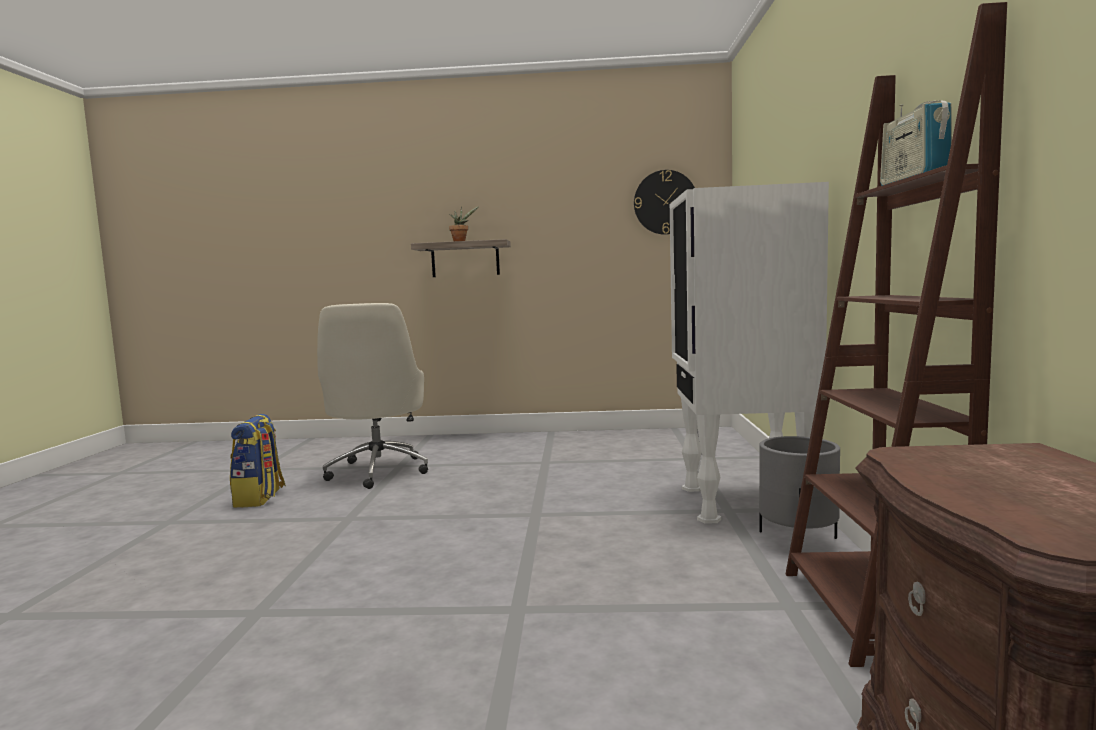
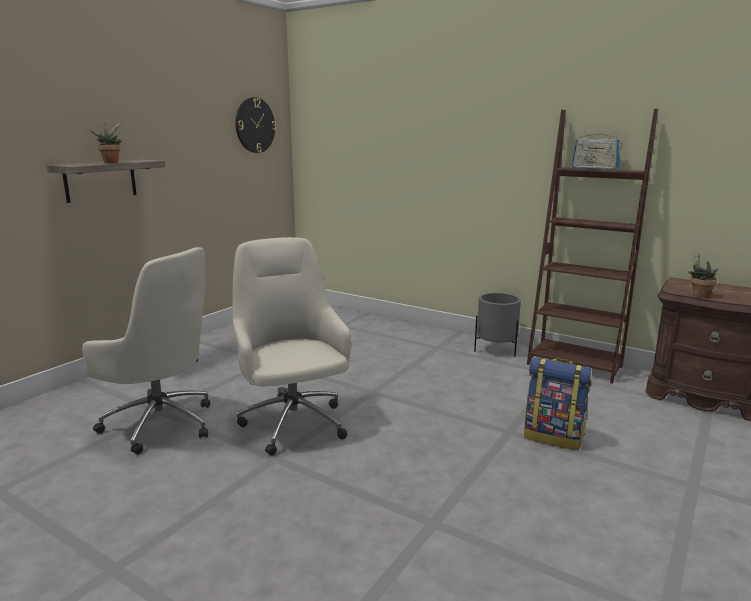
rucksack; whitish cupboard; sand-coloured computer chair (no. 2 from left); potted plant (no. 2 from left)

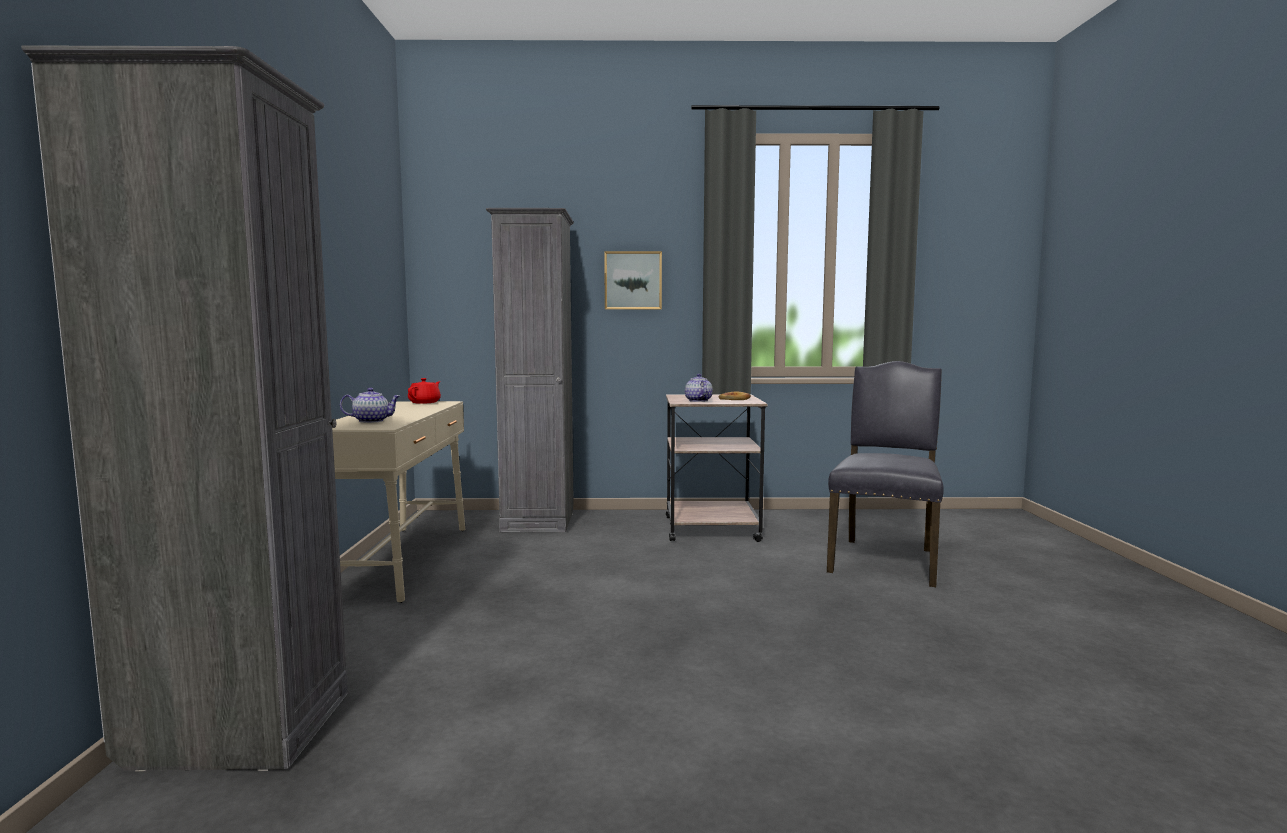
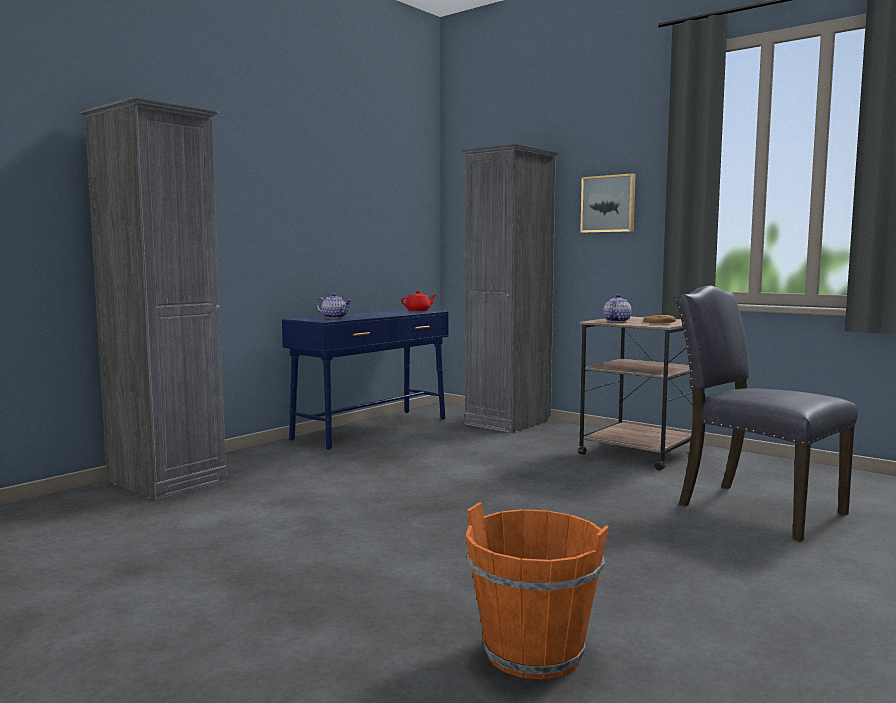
blue console table; greyish plain chair; orange water bucket

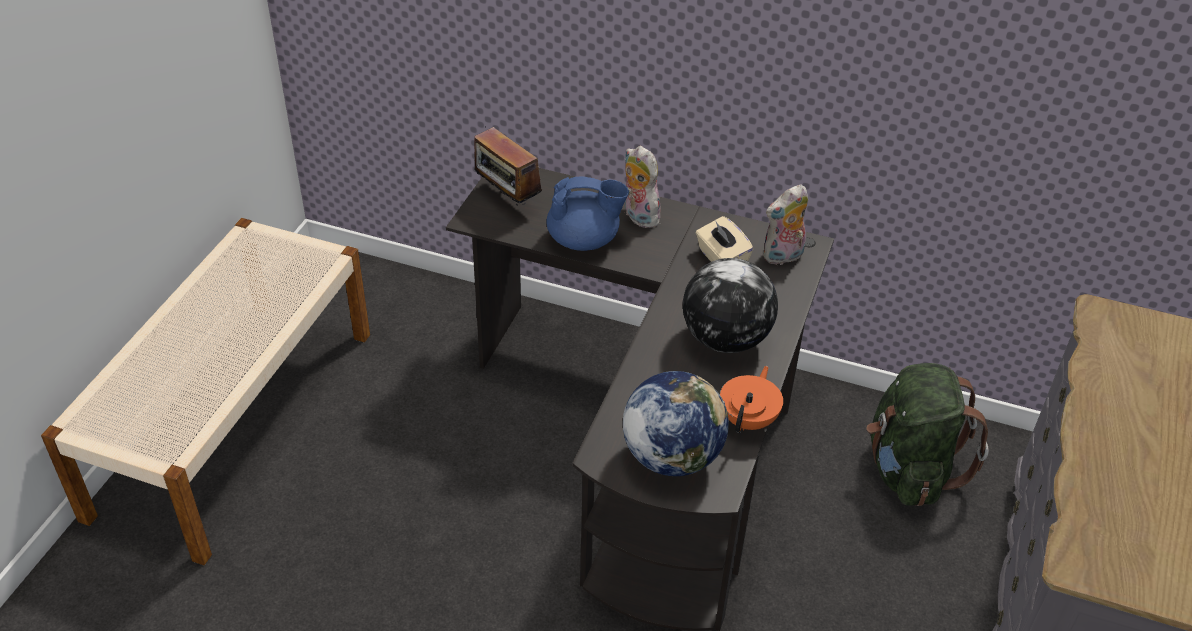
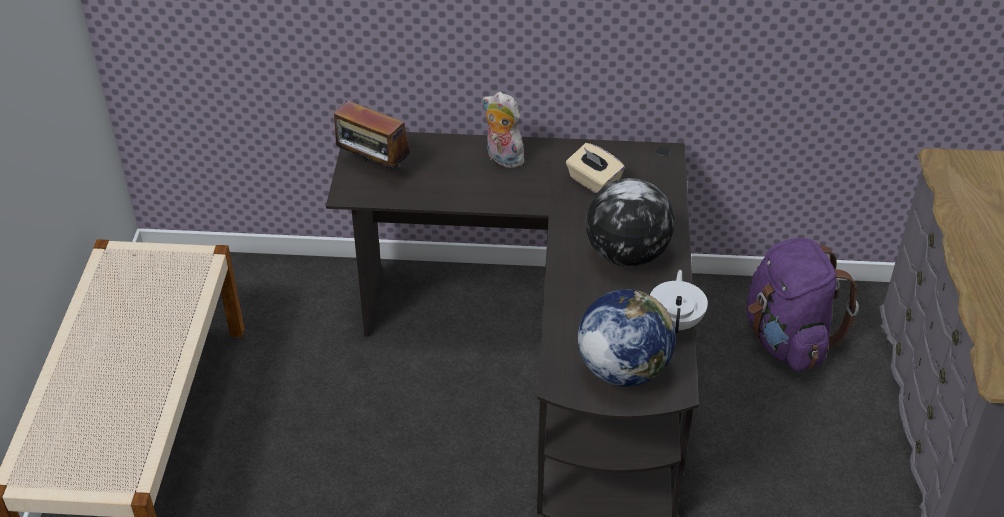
blue pot for tea; whitish pot for tea; soft toy (no. 2 from left in the first image); purplish rucksack

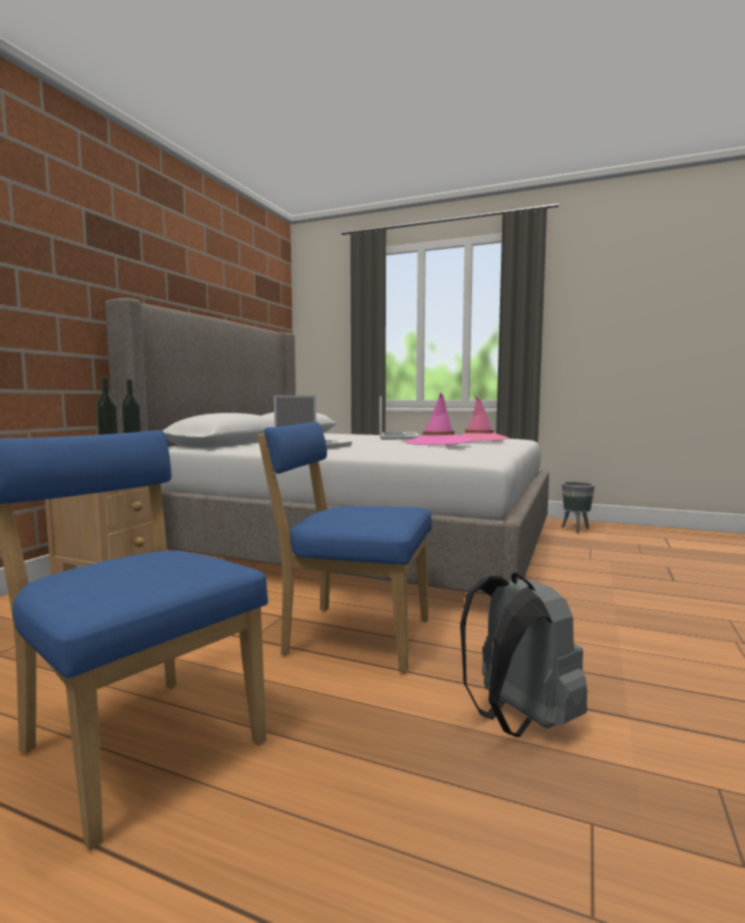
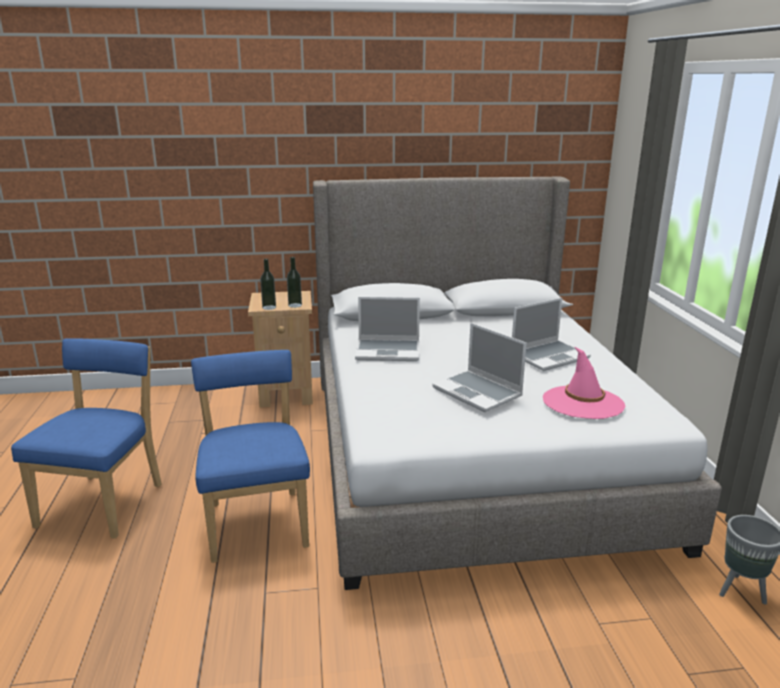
portable computer (no. 2 from left); greyish rucksack

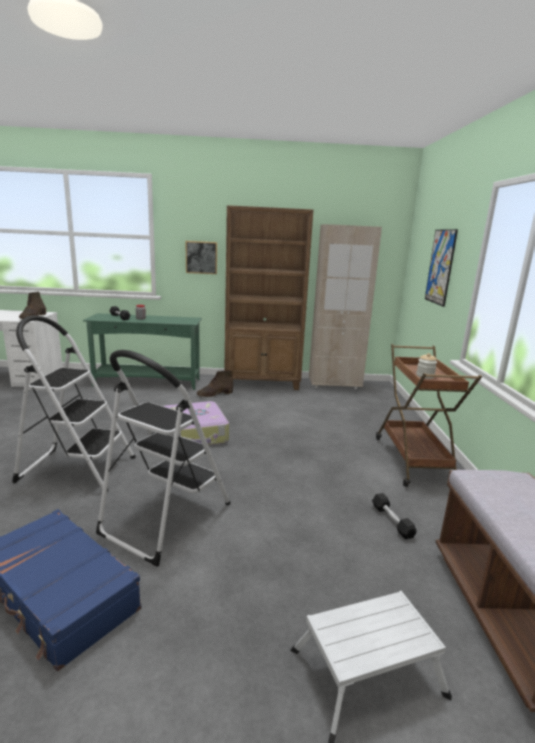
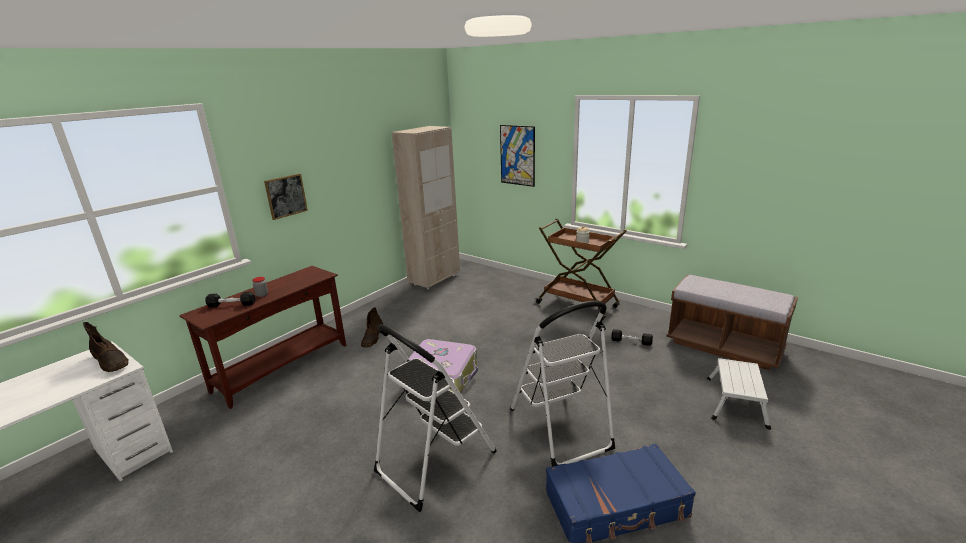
brown-coloured console table; brown-coloured bookcase

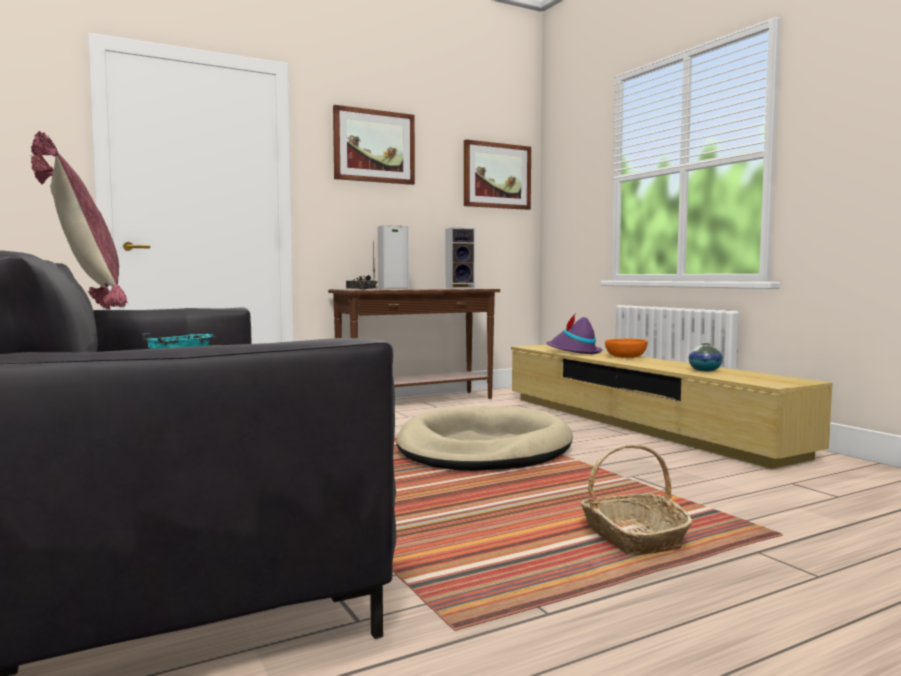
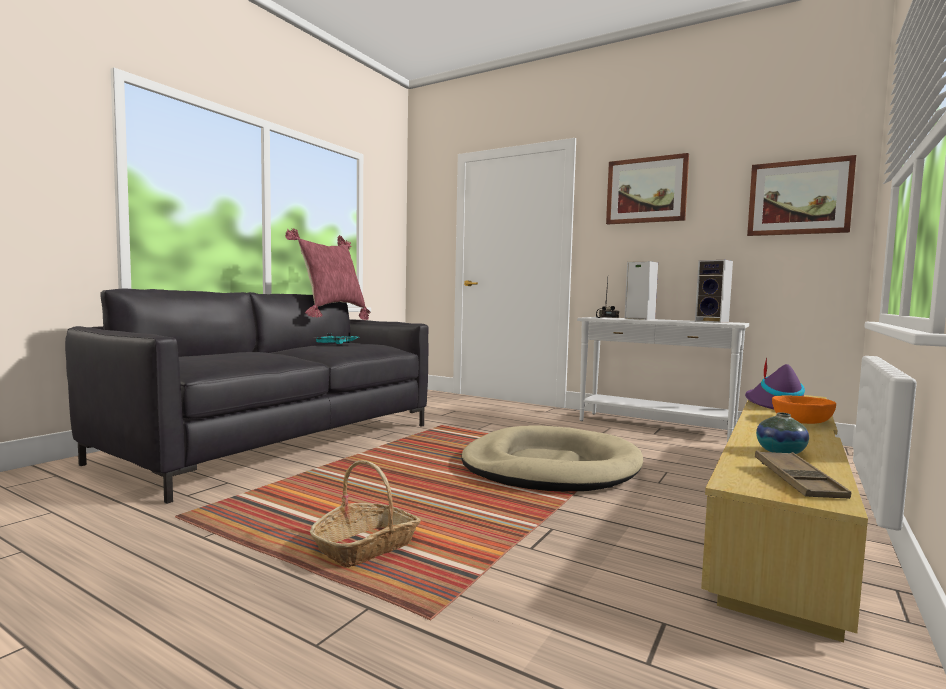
whitish console table; brown-coloured tray

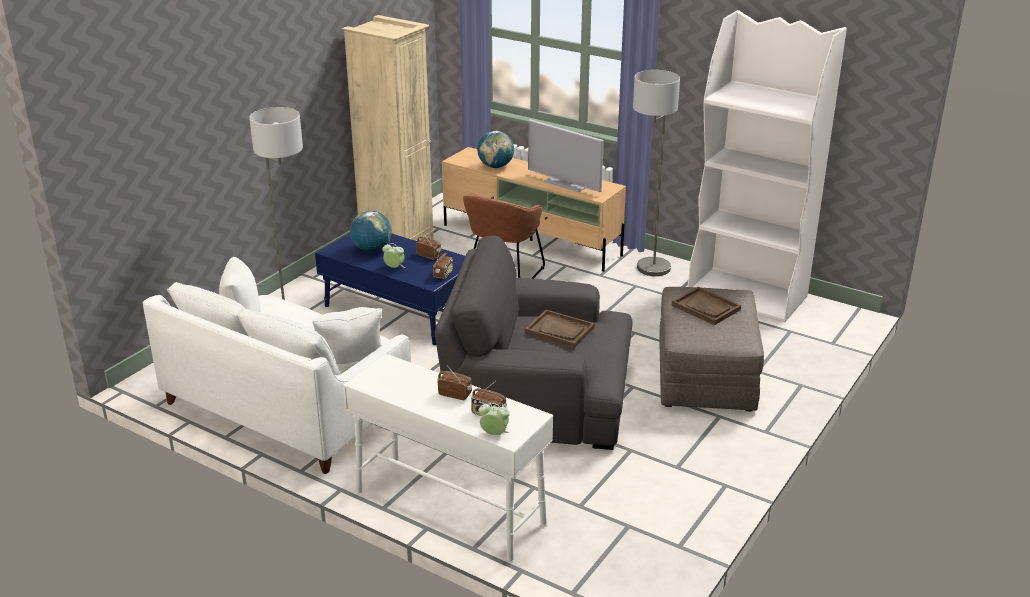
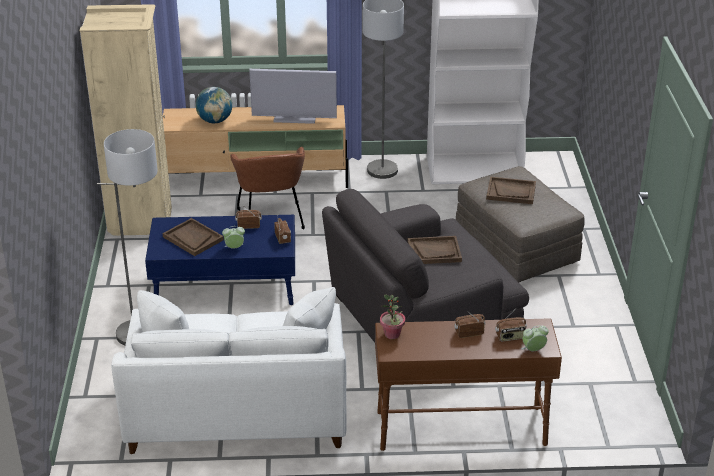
brown-coloured console table; brown-coloured tray (no. 1 from left); potted plant

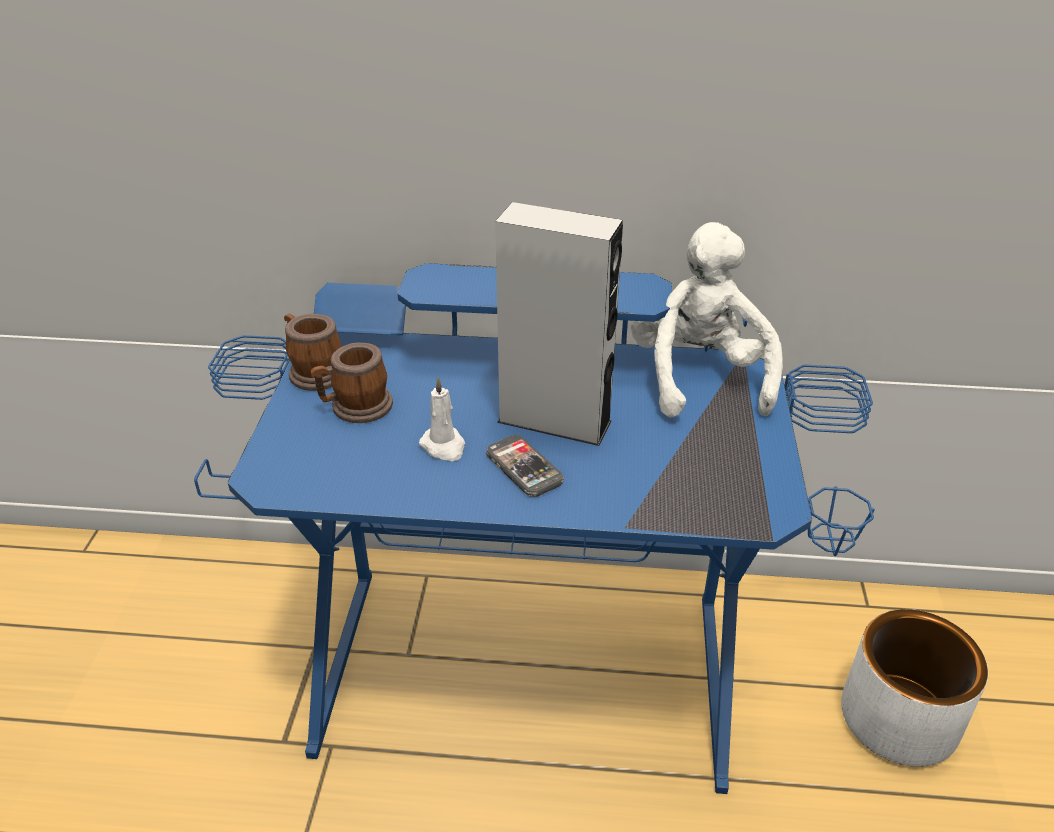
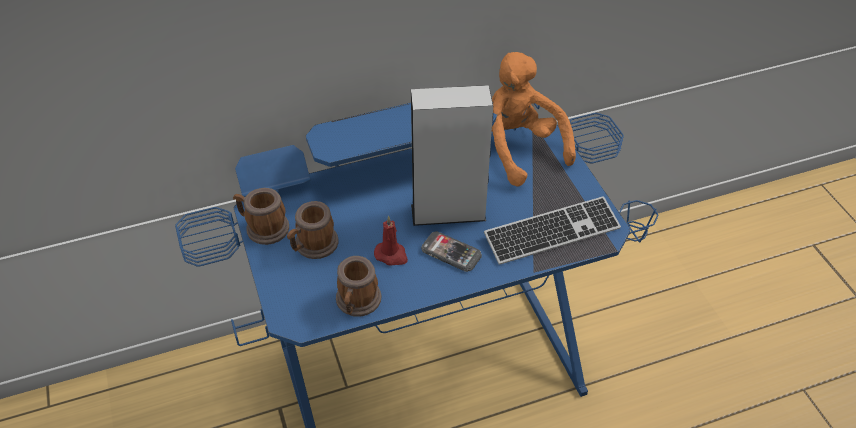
red wax light; orange soft toy; whitish flower pot; mug (no. 3 from left); PC keyboard

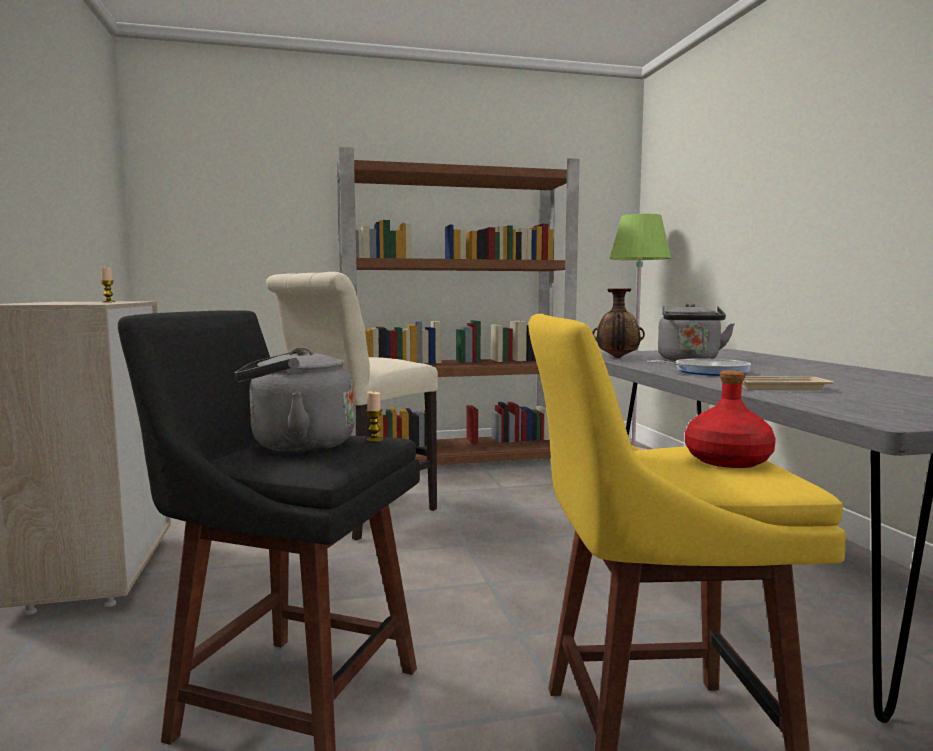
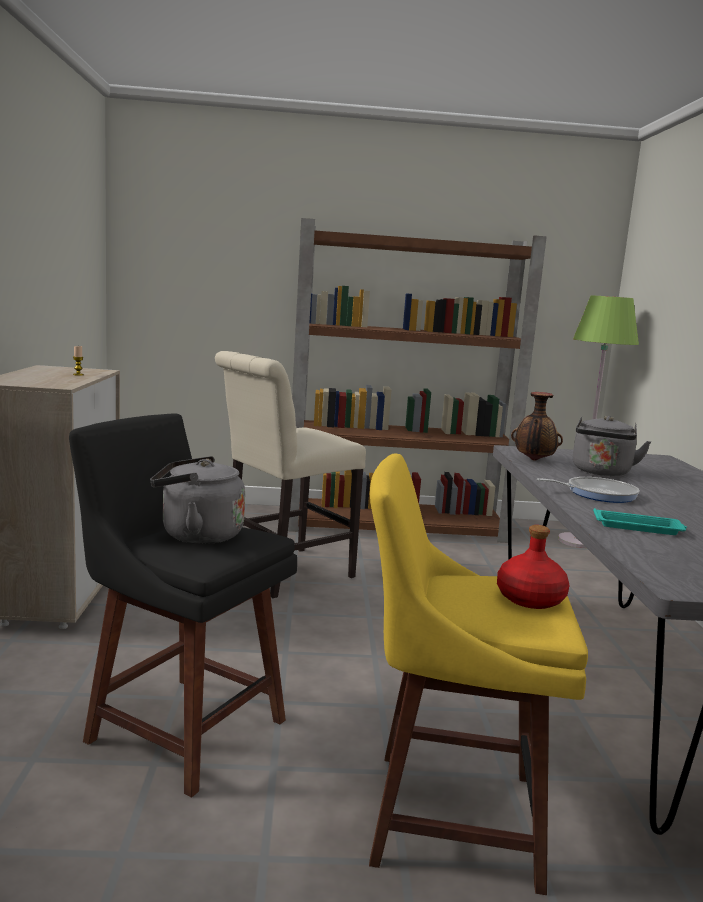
wax light (no. 2 from left in the first image); turquoise tray

